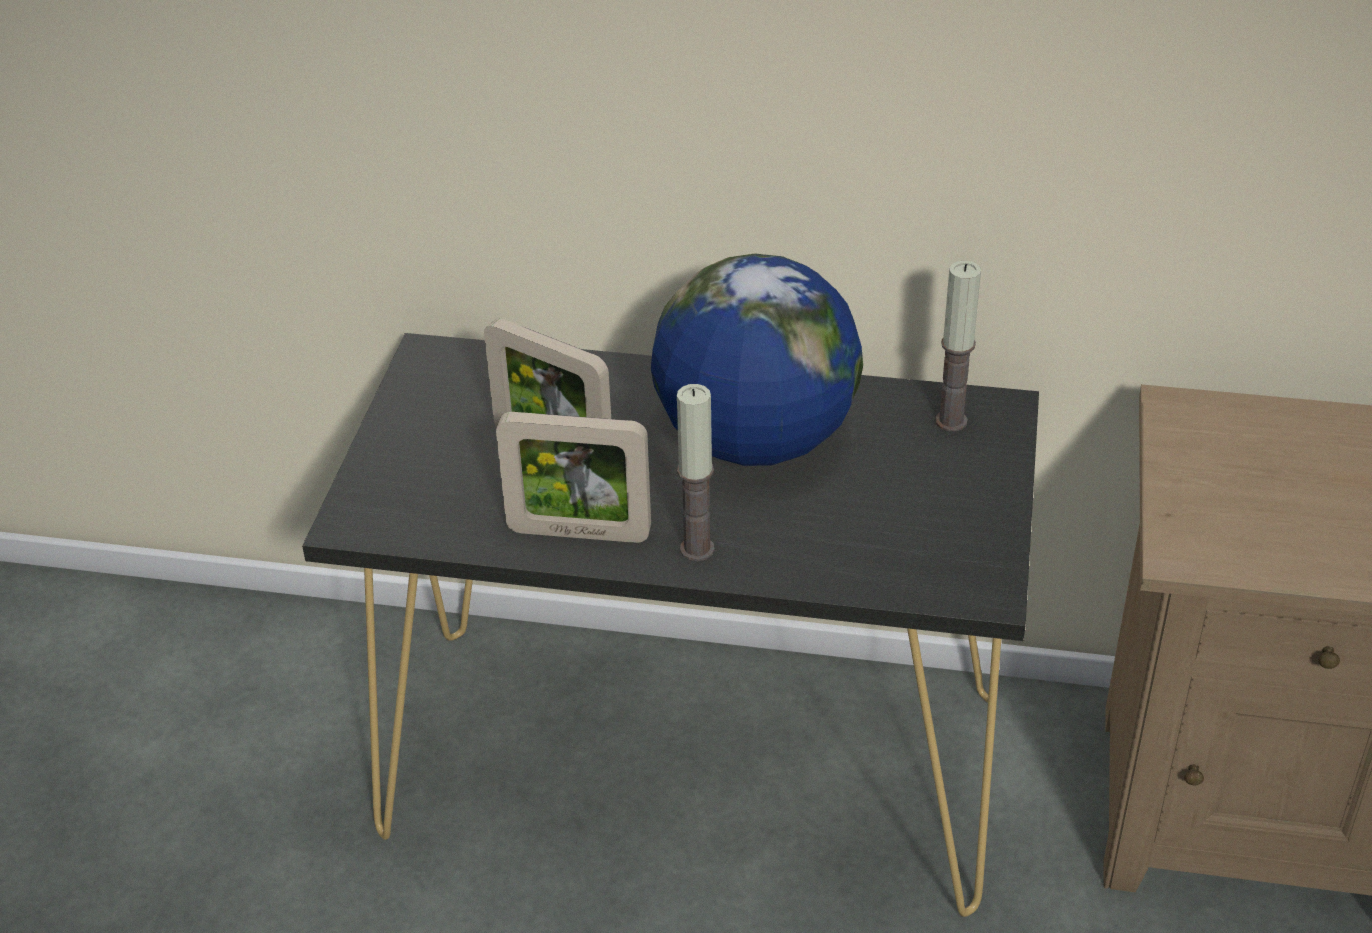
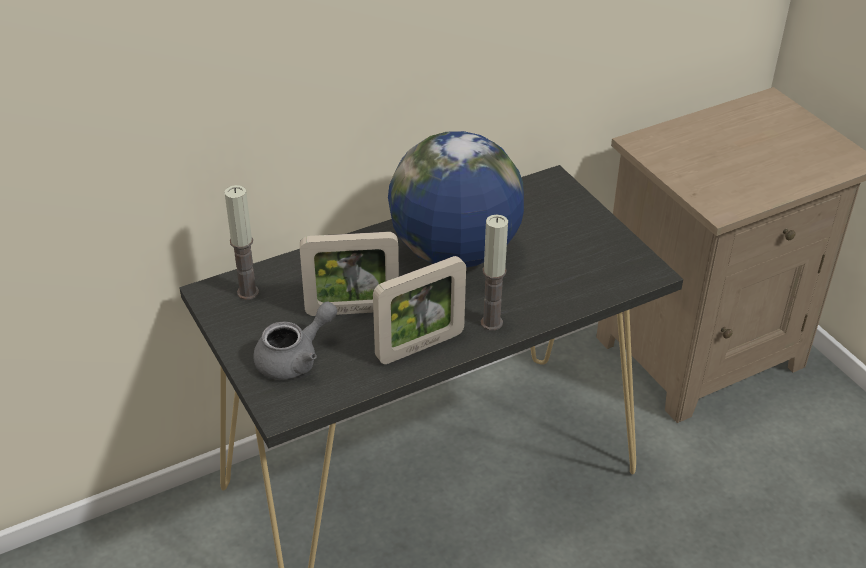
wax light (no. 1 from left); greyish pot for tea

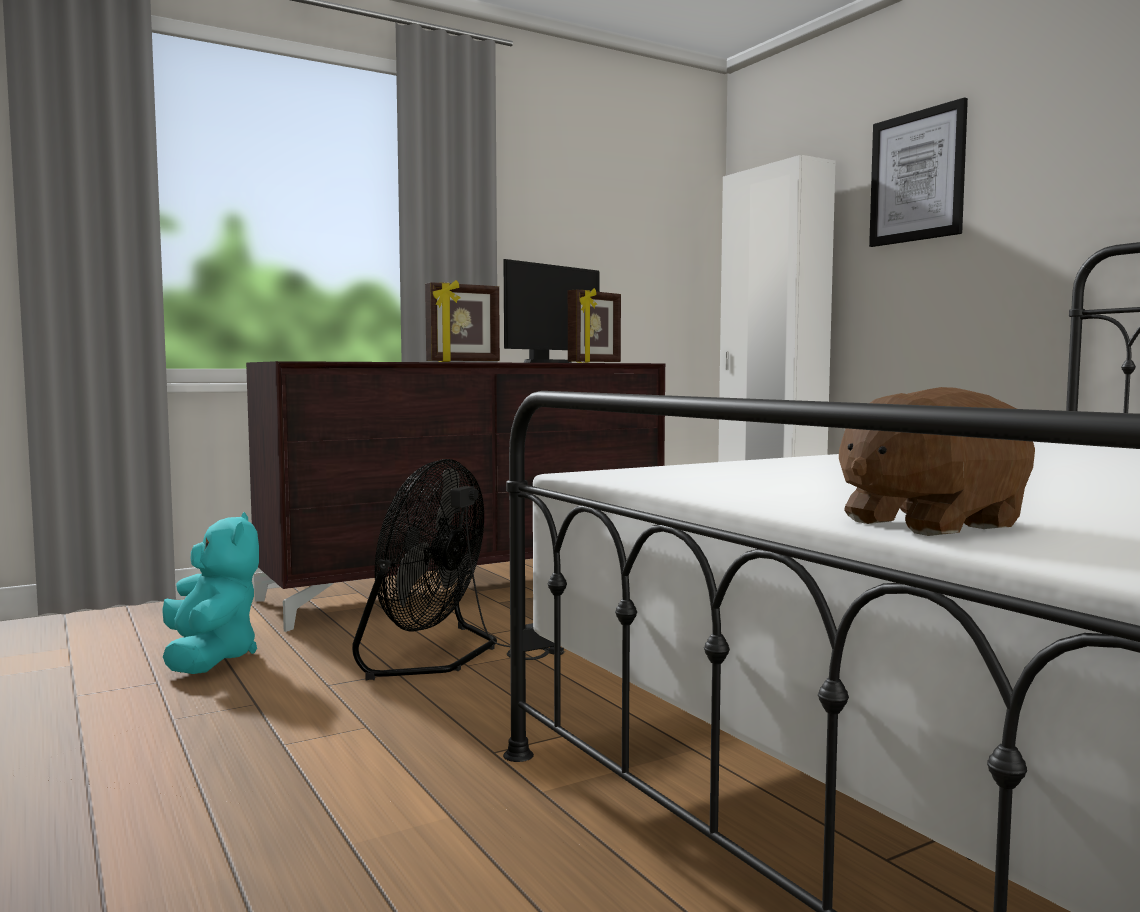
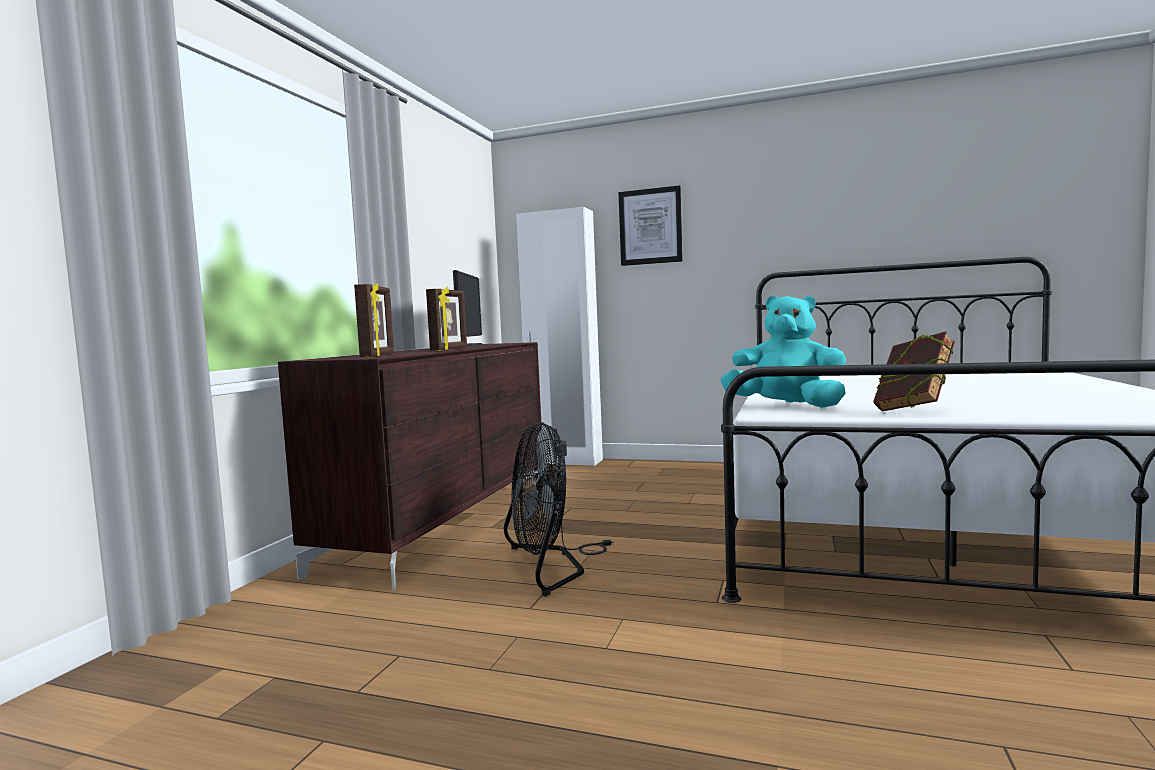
turquoise soft toy; standing frame (no. 1 from left); brown-coloured soft toy; volume

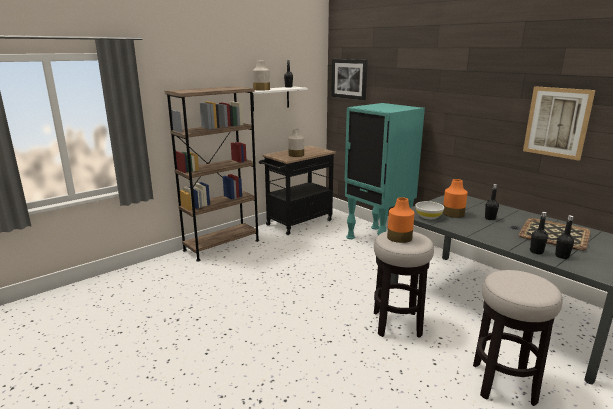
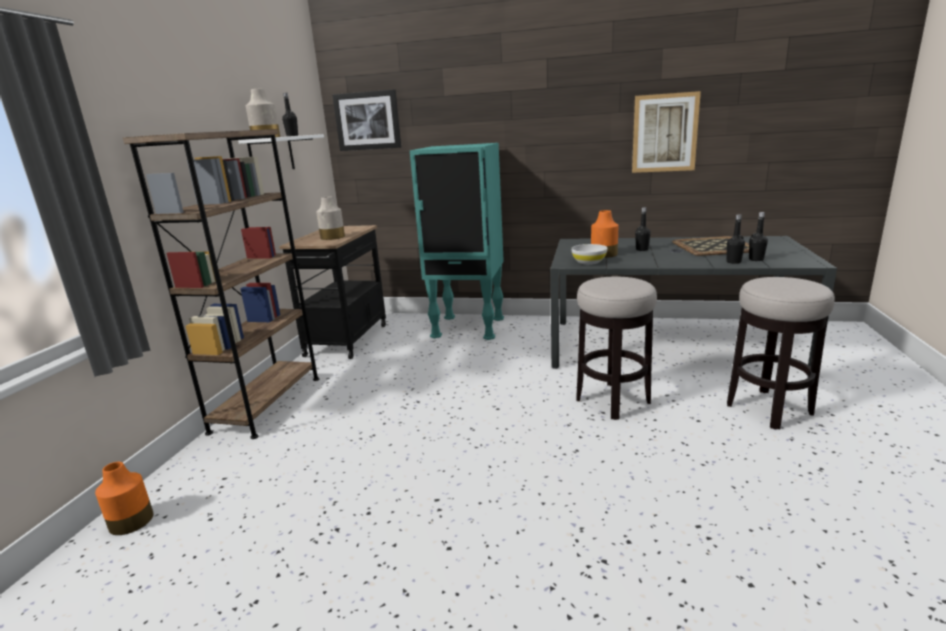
orange decorative vase (no. 1 from left)

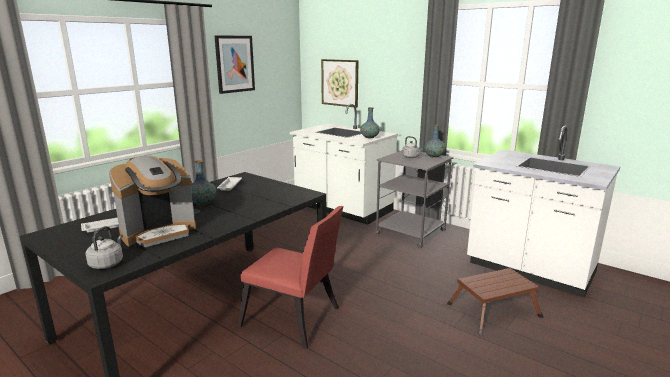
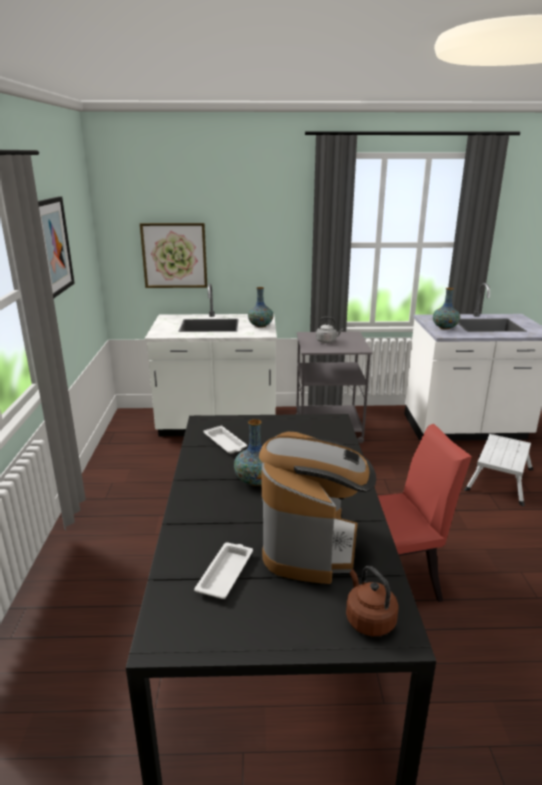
brown-coloured tea kettle; decorative vase (no. 3 from left); whitish step stool

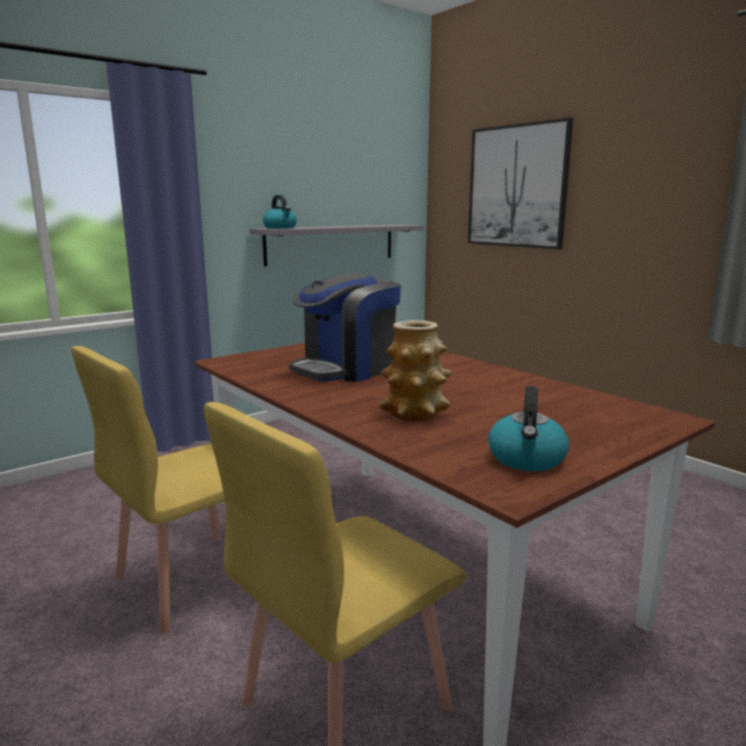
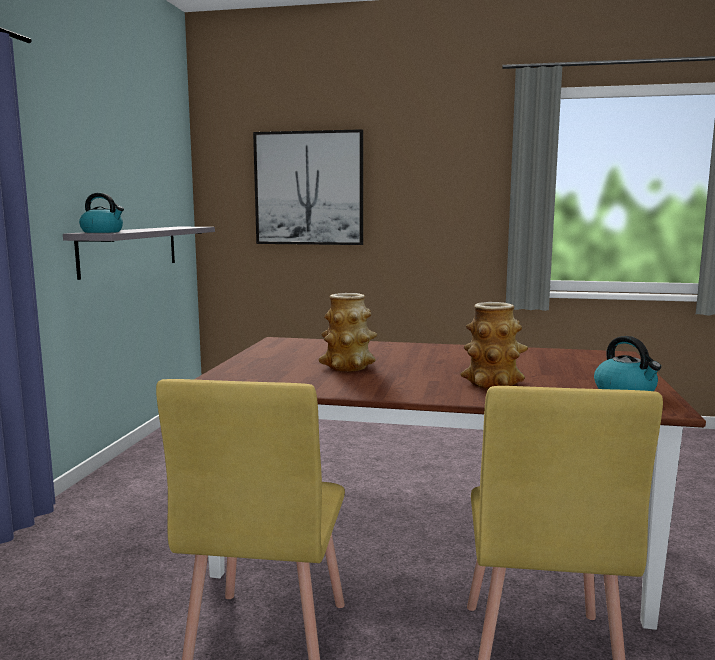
decorative vase (no. 1 from left)

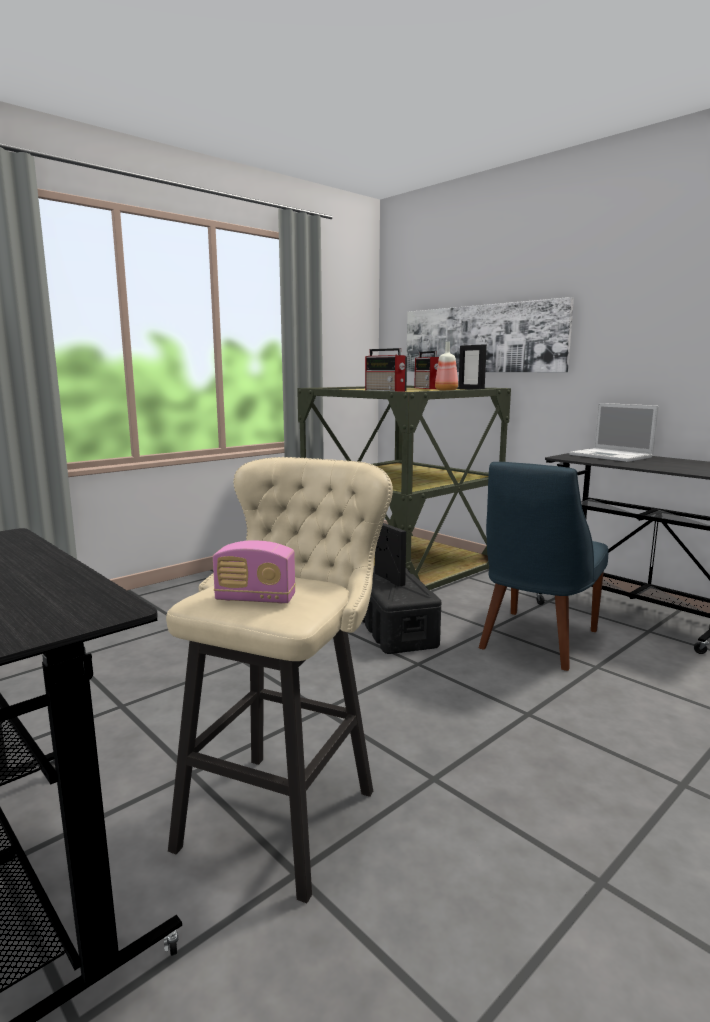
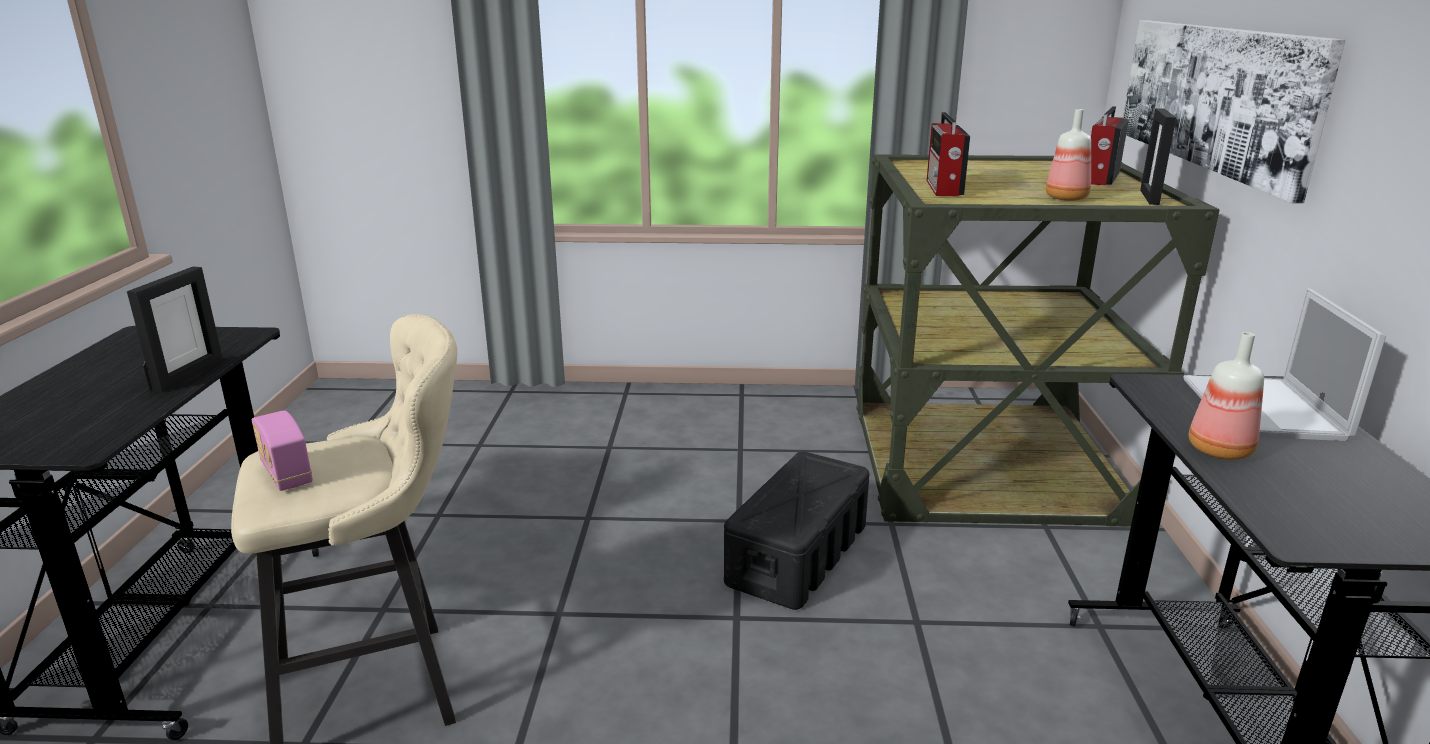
standing frame (no. 1 from left); blue plain chair; bottle (no. 2 from left)

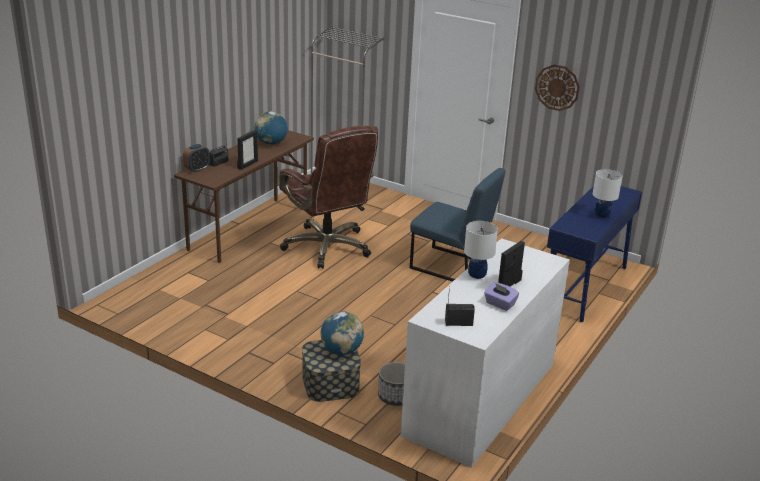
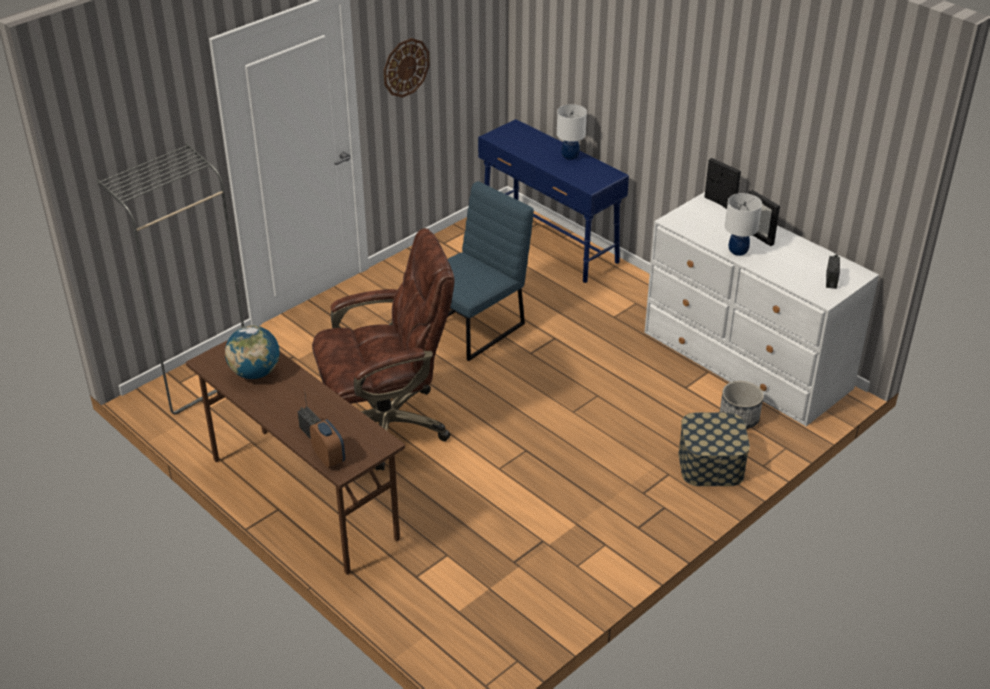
standing frame (no. 1 from left); desk globe (no. 2 from left in the first image); purplish tissue box

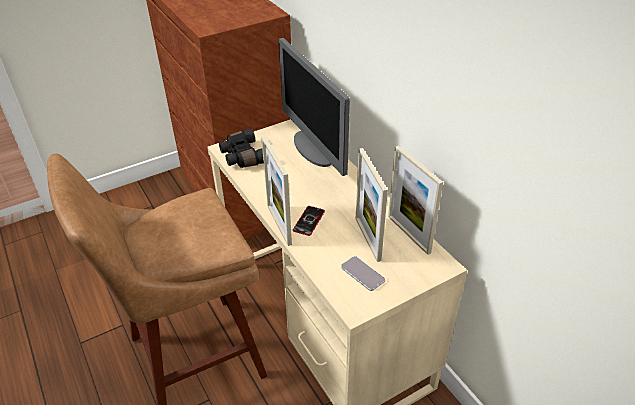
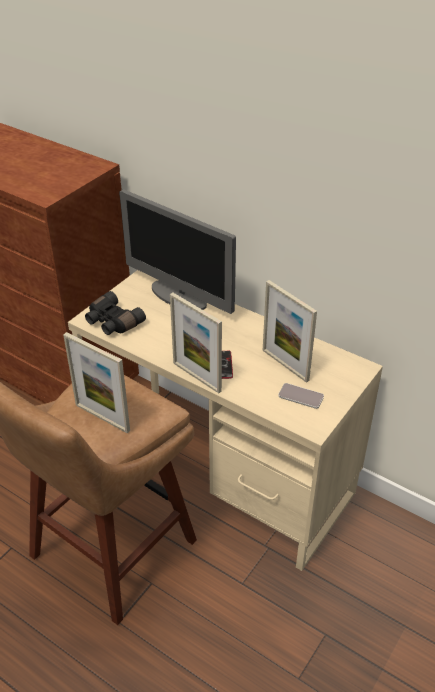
standing frame (no. 1 from left)

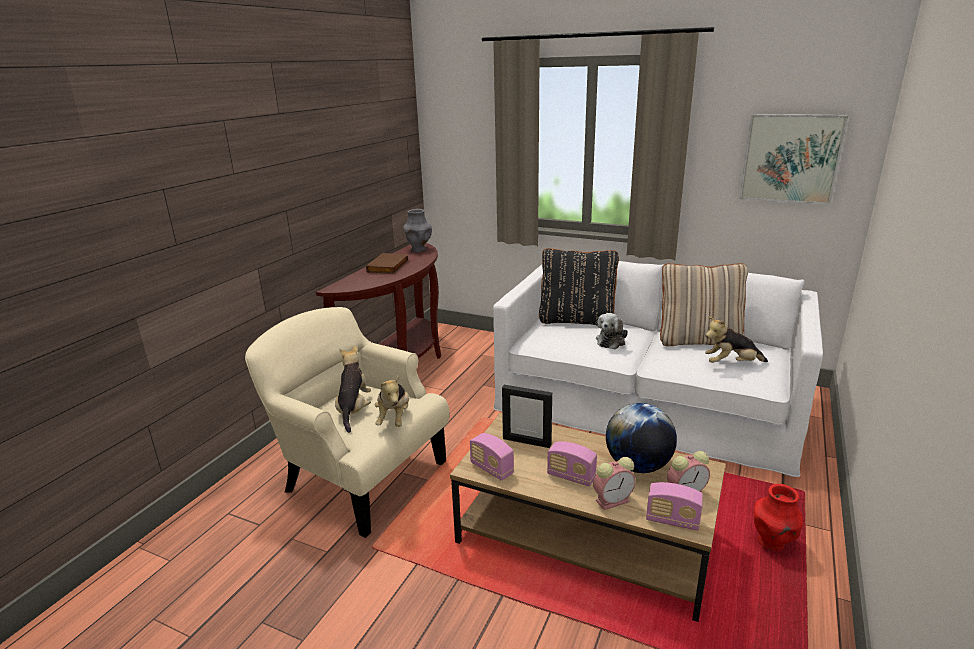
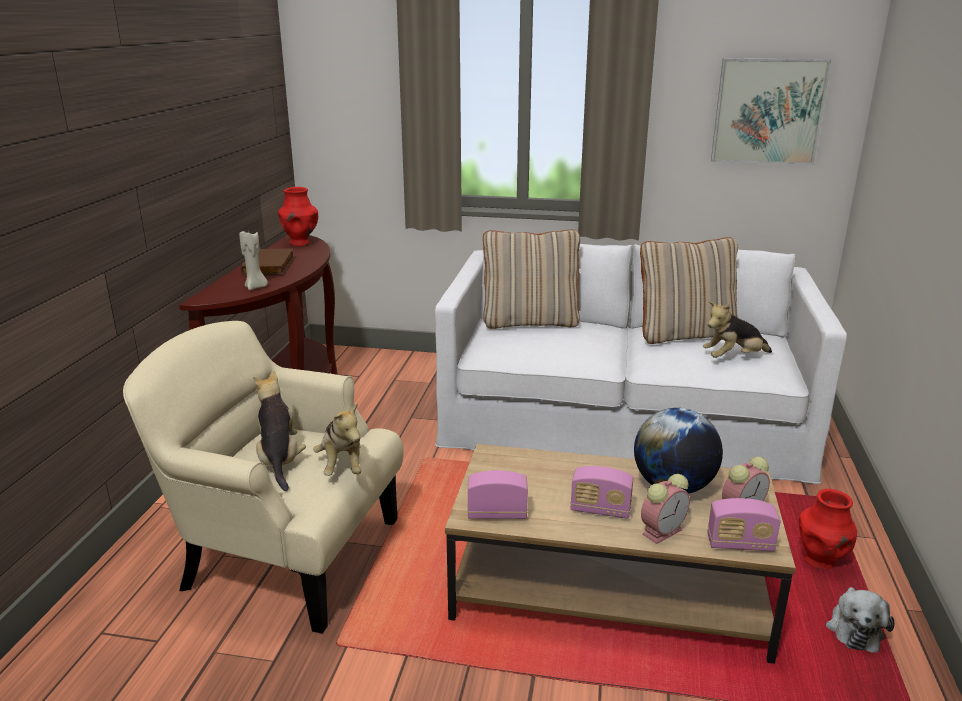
red decorative vase (no. 1 from left); radio (no. 1 from left); standing frame; sand-coloured cushion (no. 1 from left); soft toy (no. 4 from left); sand-coloured wax light

